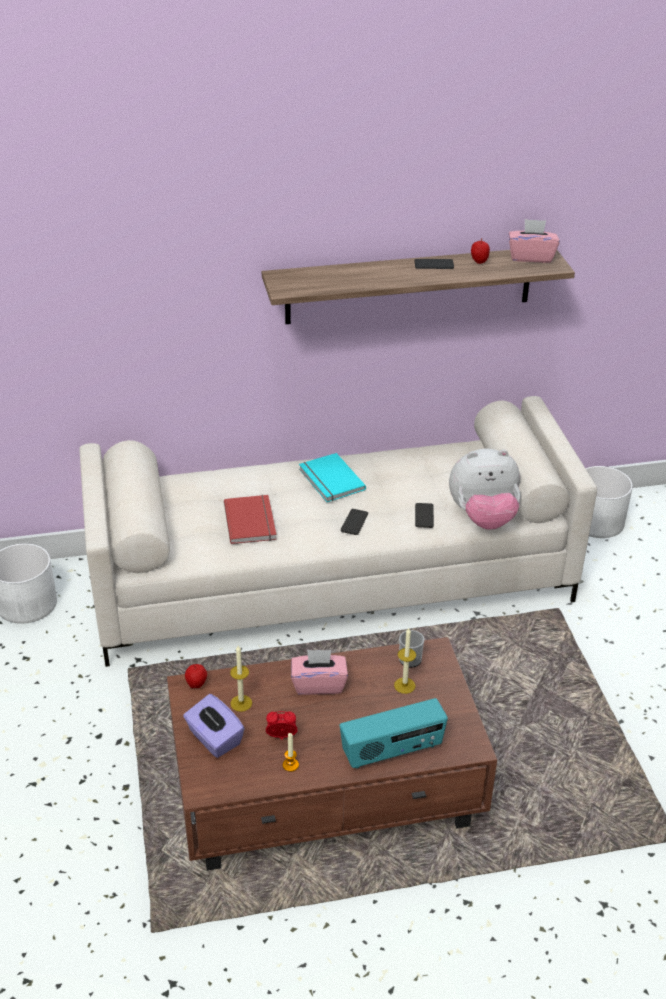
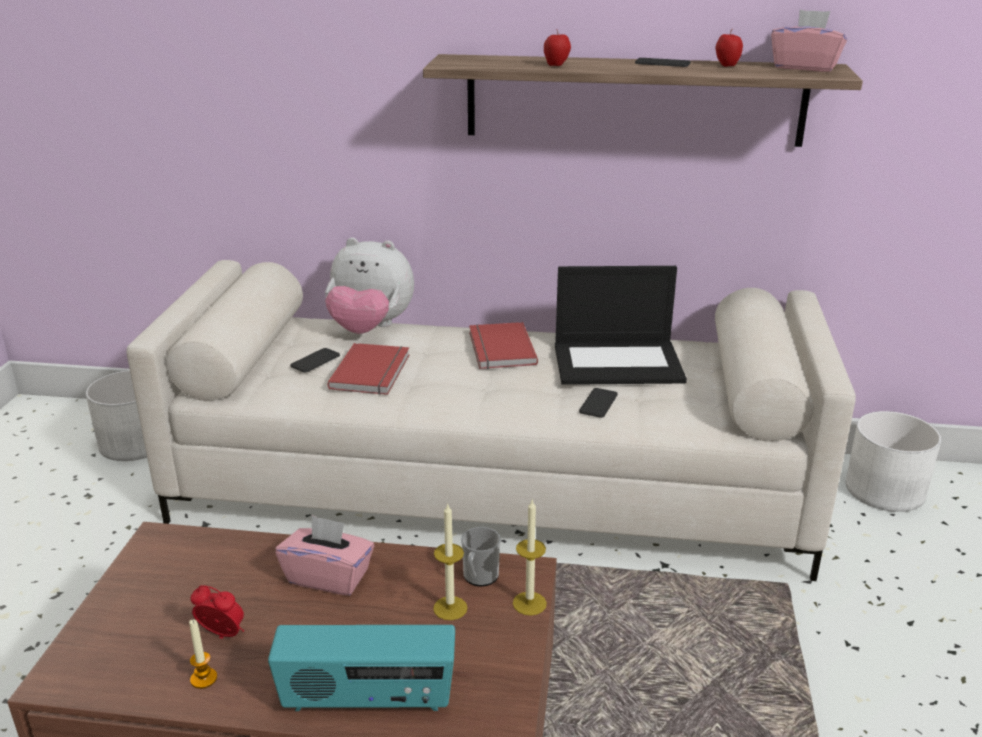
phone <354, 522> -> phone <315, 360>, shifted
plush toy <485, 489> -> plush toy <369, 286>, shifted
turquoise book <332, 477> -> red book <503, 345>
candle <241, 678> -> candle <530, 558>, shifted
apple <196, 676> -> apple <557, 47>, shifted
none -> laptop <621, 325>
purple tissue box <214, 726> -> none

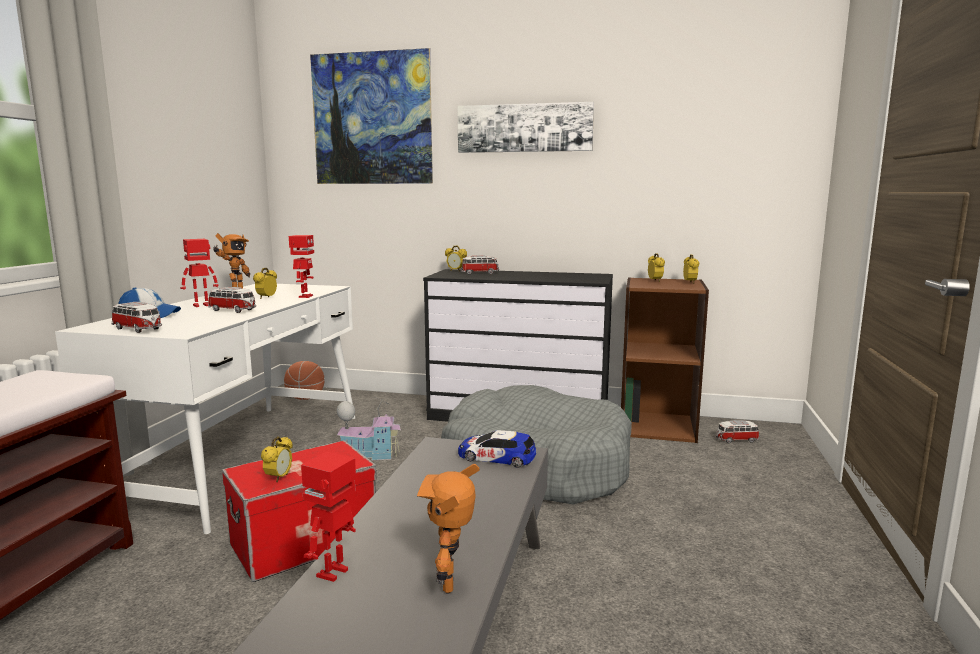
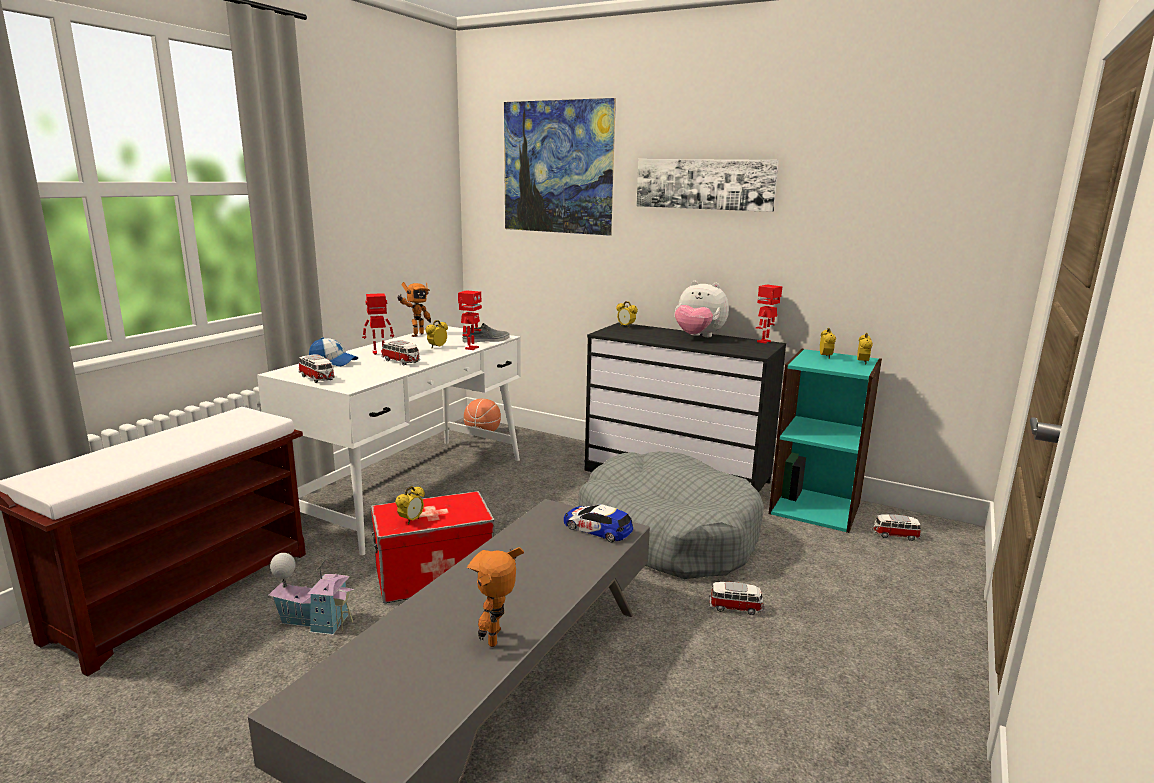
toy house <369, 428> -> toy house <311, 594>, shifted
none -> grey shoe <486, 333>
none -> plush toy <702, 309>
toy car <480, 265> -> toy car <736, 598>, shifted
toy robot <328, 516> -> toy robot <769, 314>, shifted
brown bookcase <665, 360> -> turquoise bookcase <825, 441>

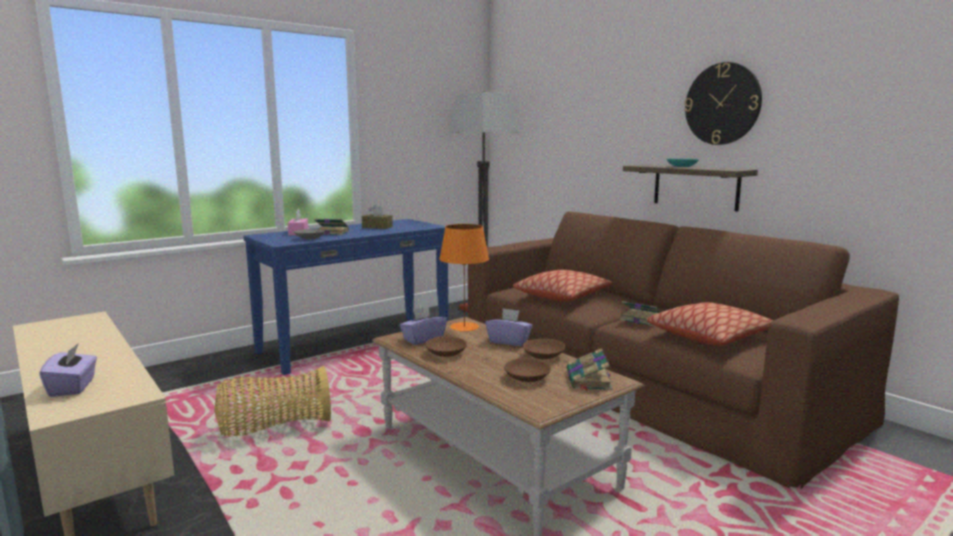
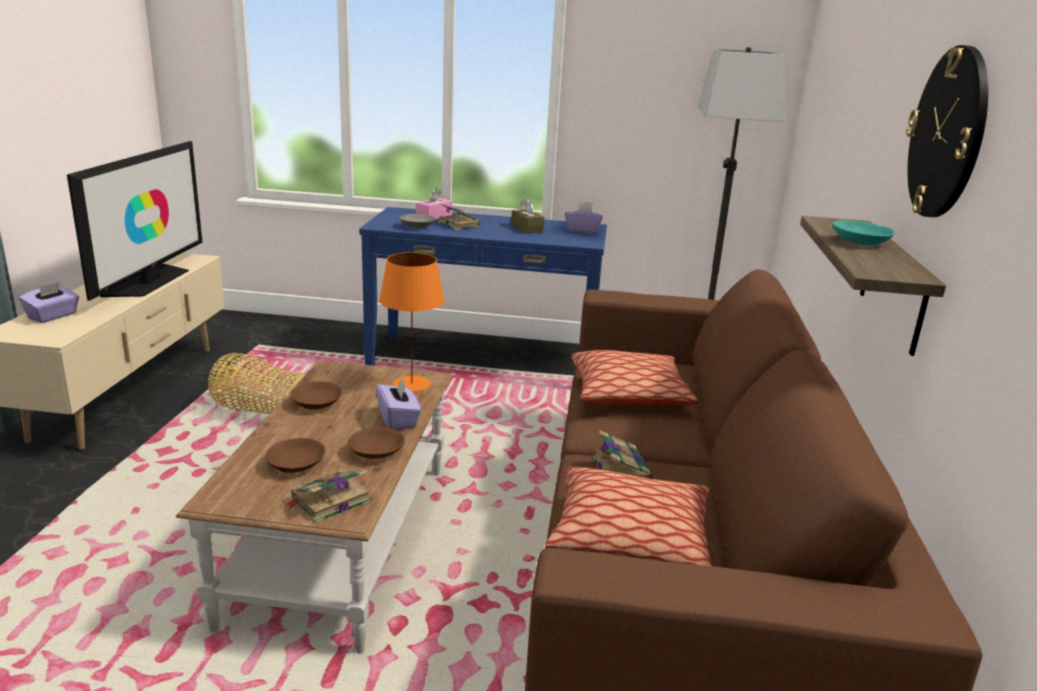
none -> television <134, 221>
purple tissue box <423, 325> -> purple tissue box <584, 217>, shifted

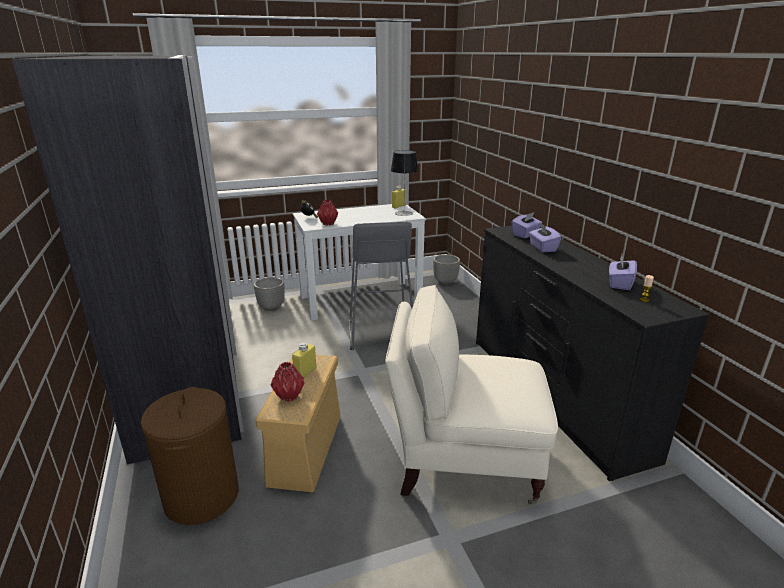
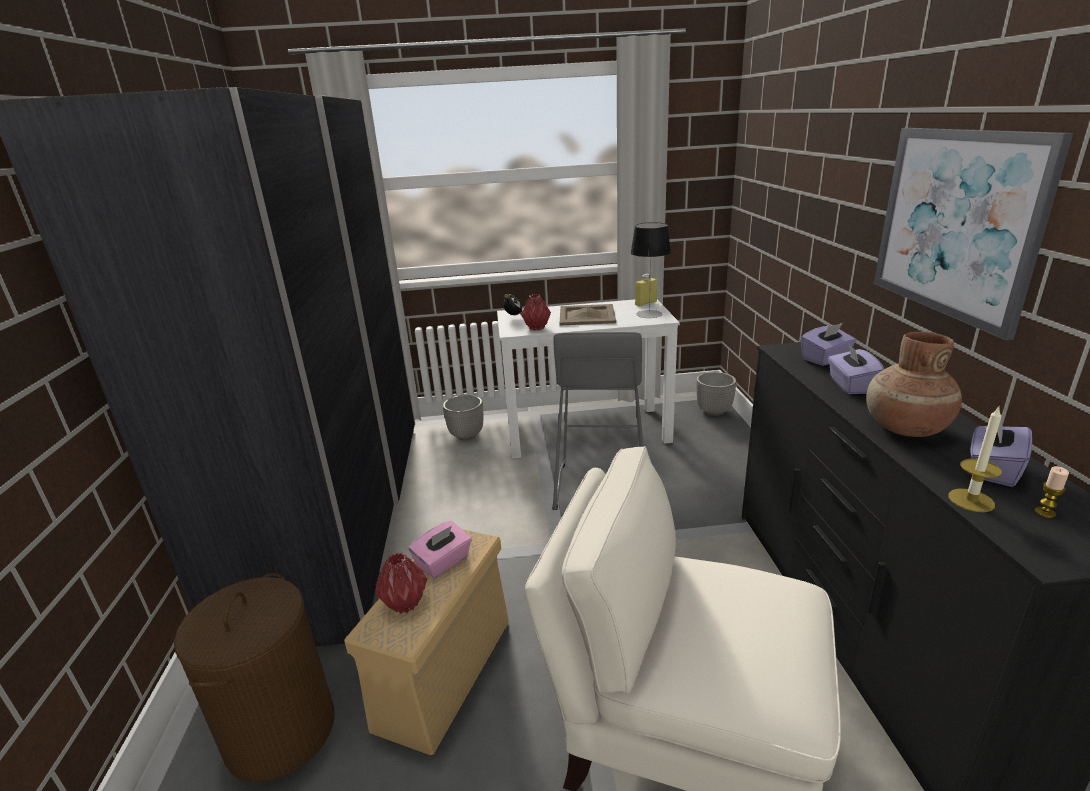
yellow bottle <304, 360> -> pink tissue box <440, 549>
none -> beige tray <588, 315>
none -> brown vase <914, 384>
none -> picture <973, 234>
none -> candle <975, 458>

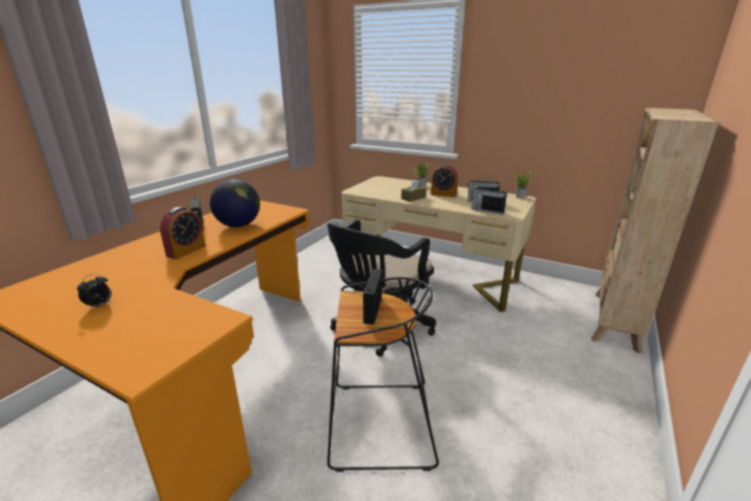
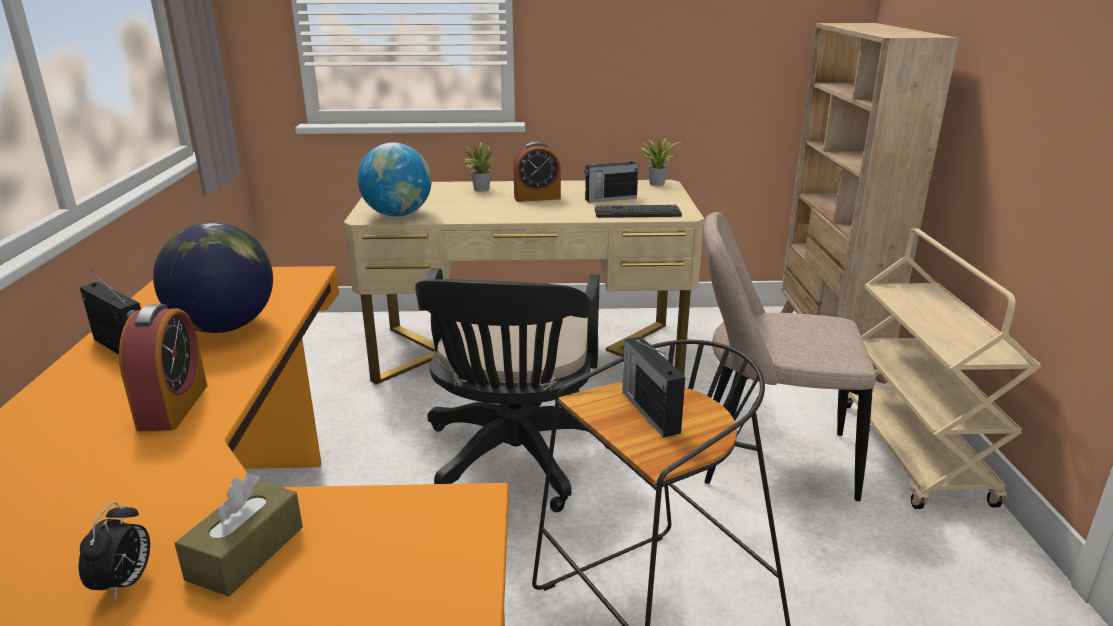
brown tissue box <413, 190> -> brown tissue box <239, 535>, shifted
none -> globe <394, 180>
radio <489, 200> -> keyboard <638, 211>
none -> beige chair <790, 356>
none -> beige cart <944, 368>

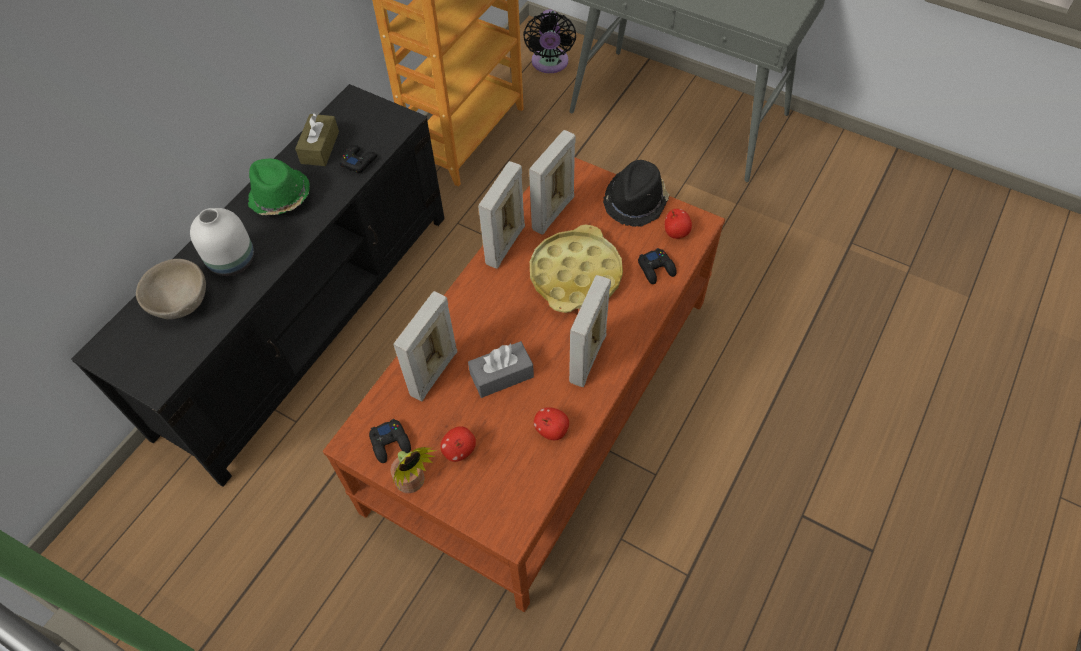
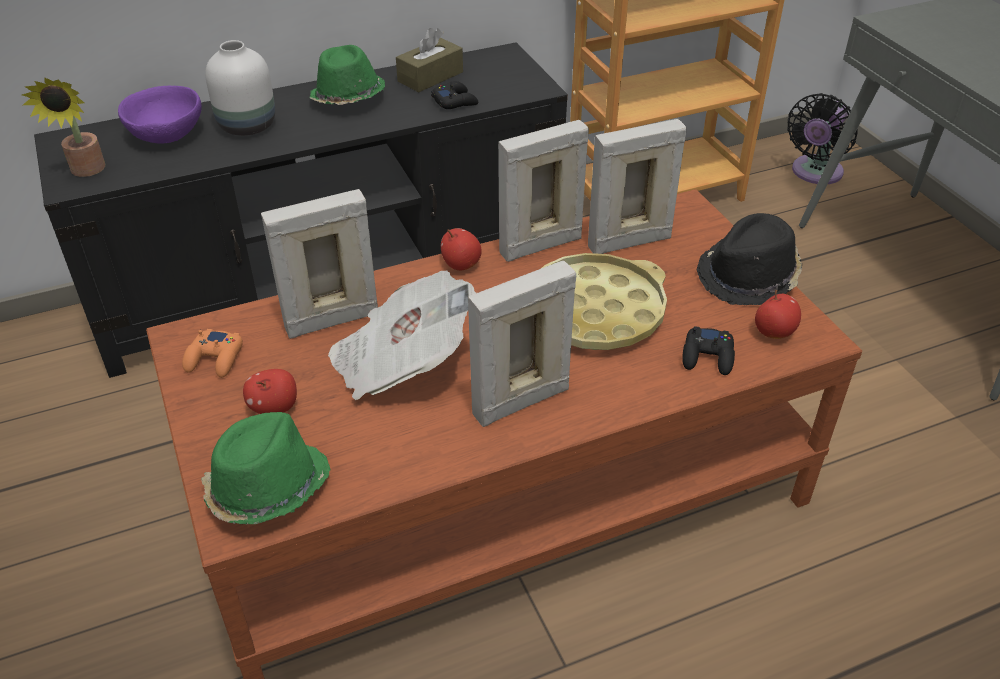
potted plant <413, 470> -> potted plant <63, 127>, shifted
beige bowl <171, 289> -> purple bowl <160, 114>
black game controller <390, 441> -> orange game controller <212, 353>
none -> green hat <265, 468>
grey tissue box <501, 369> -> newspaper <402, 335>
apple <551, 423> -> apple <461, 249>, shifted

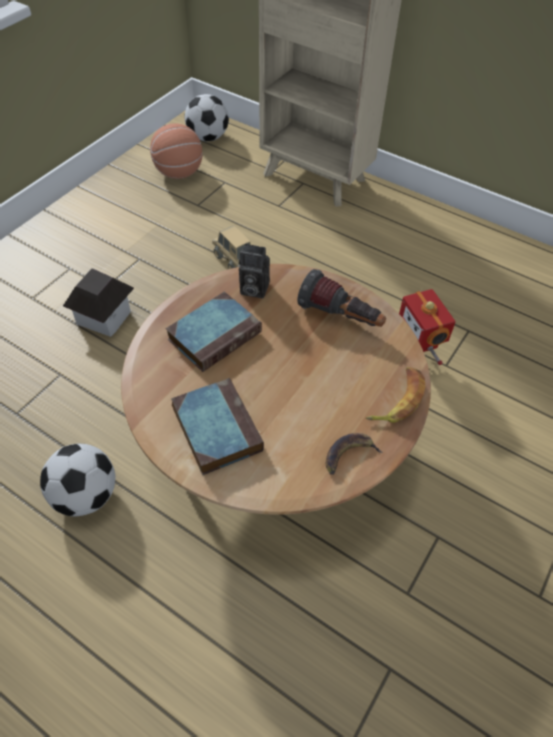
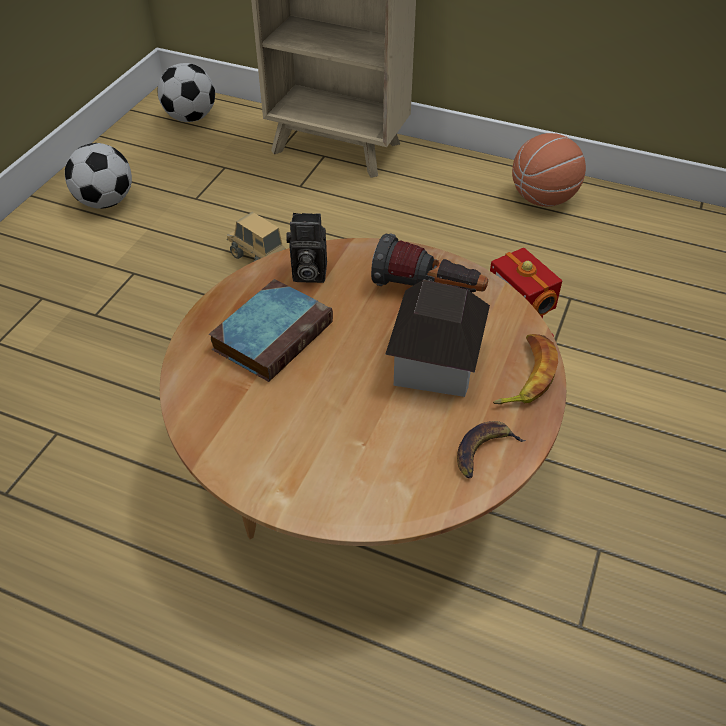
football <77, 479> -> football <98, 176>, shifted
toy house <98, 302> -> toy house <437, 338>, shifted
basketball <176, 151> -> basketball <549, 170>, shifted
book <217, 426> -> none

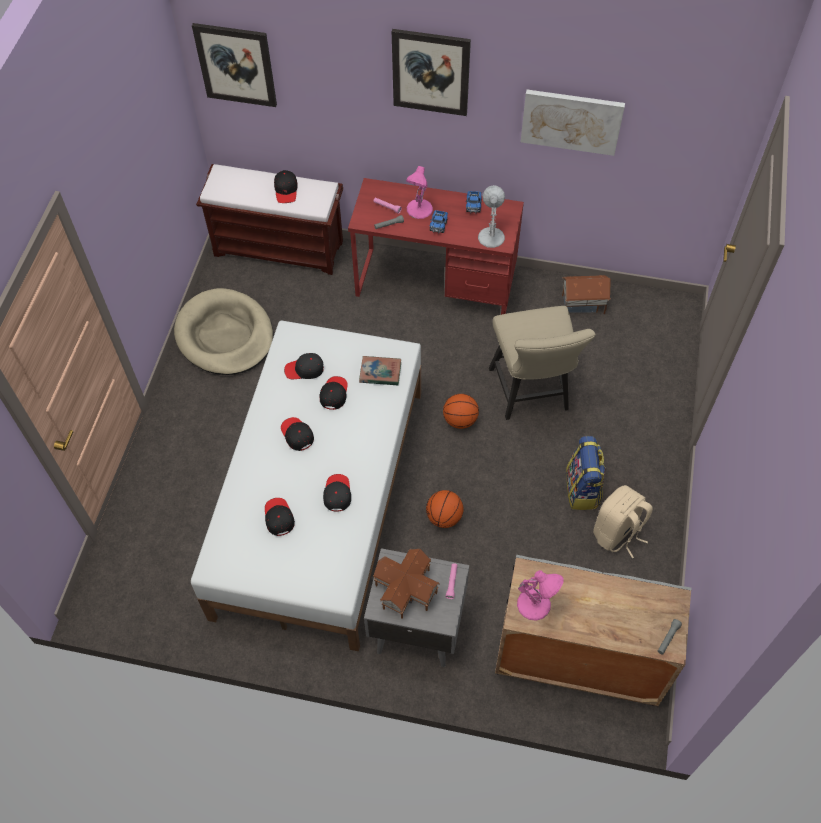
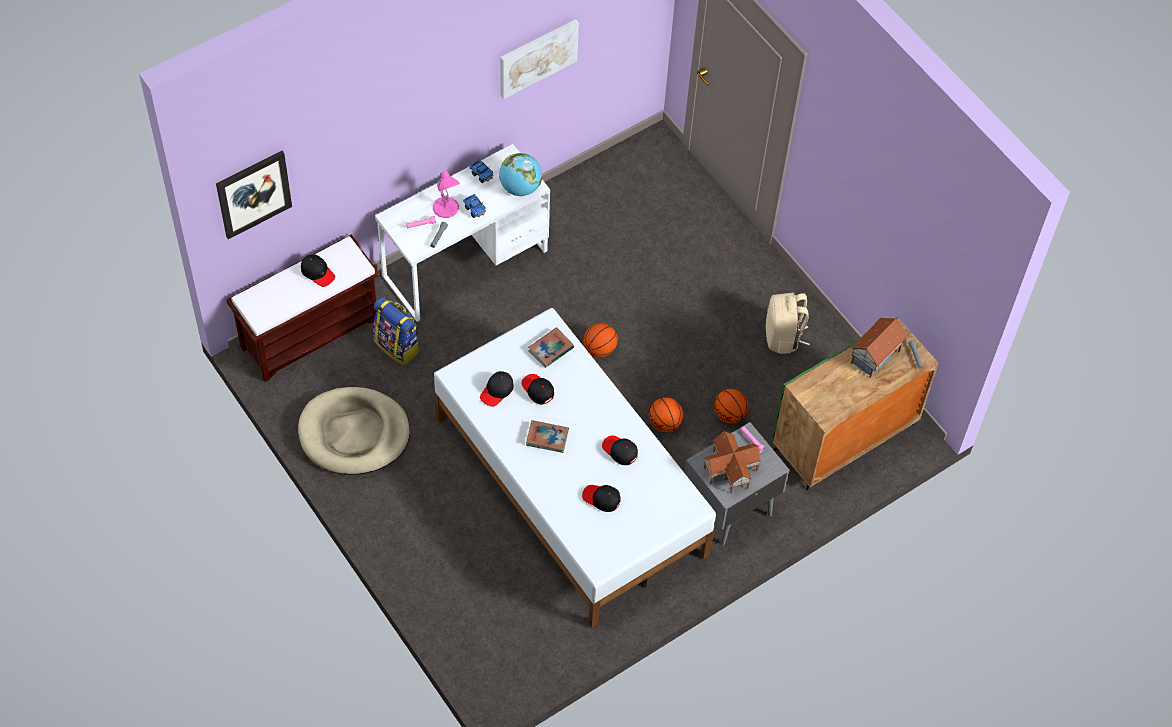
backpack <585, 473> -> backpack <396, 331>, shifted
red desk <436, 246> -> white desk <462, 233>
white table lamp <491, 216> -> globe <520, 174>
black cap <297, 434> -> book <547, 436>
none -> basketball <731, 406>
grey cabinet <593, 630> -> green cabinet <855, 403>
toy house <586, 294> -> toy house <879, 347>, shifted
picture <431, 72> -> none
beige chair <542, 363> -> none
pink table lamp <540, 595> -> none

